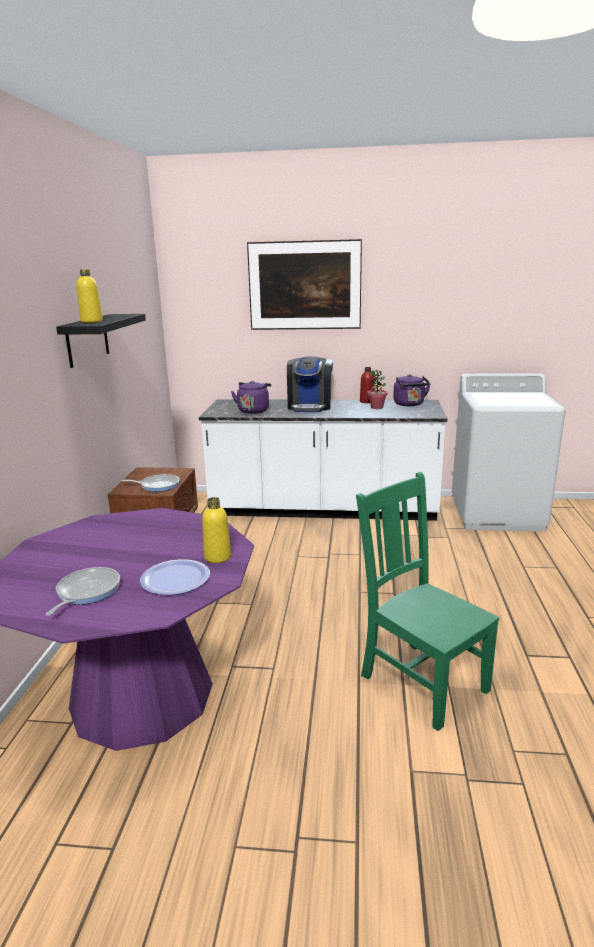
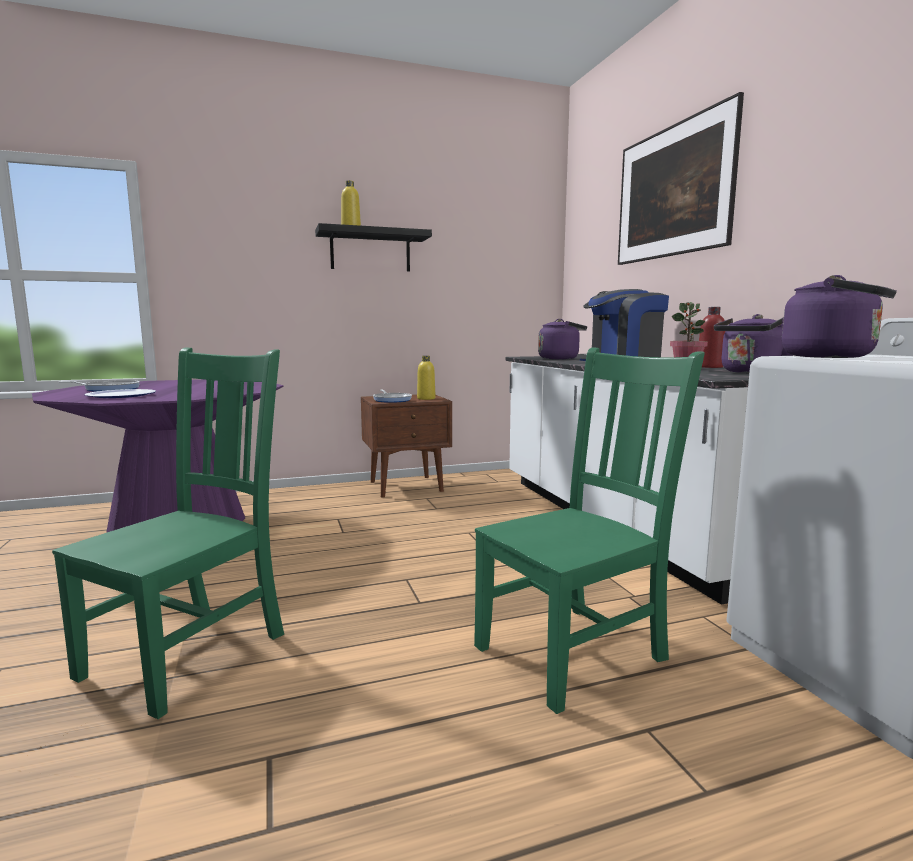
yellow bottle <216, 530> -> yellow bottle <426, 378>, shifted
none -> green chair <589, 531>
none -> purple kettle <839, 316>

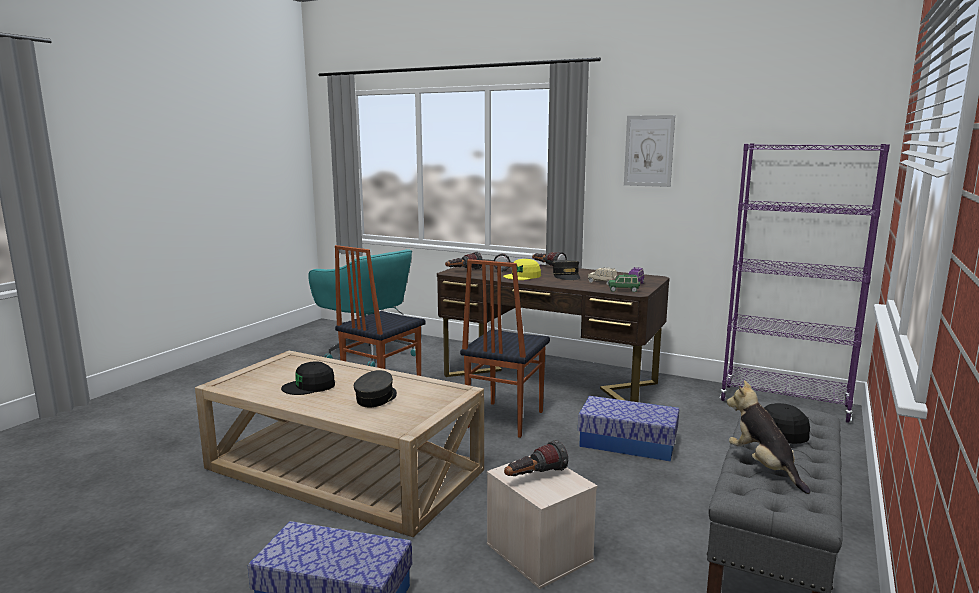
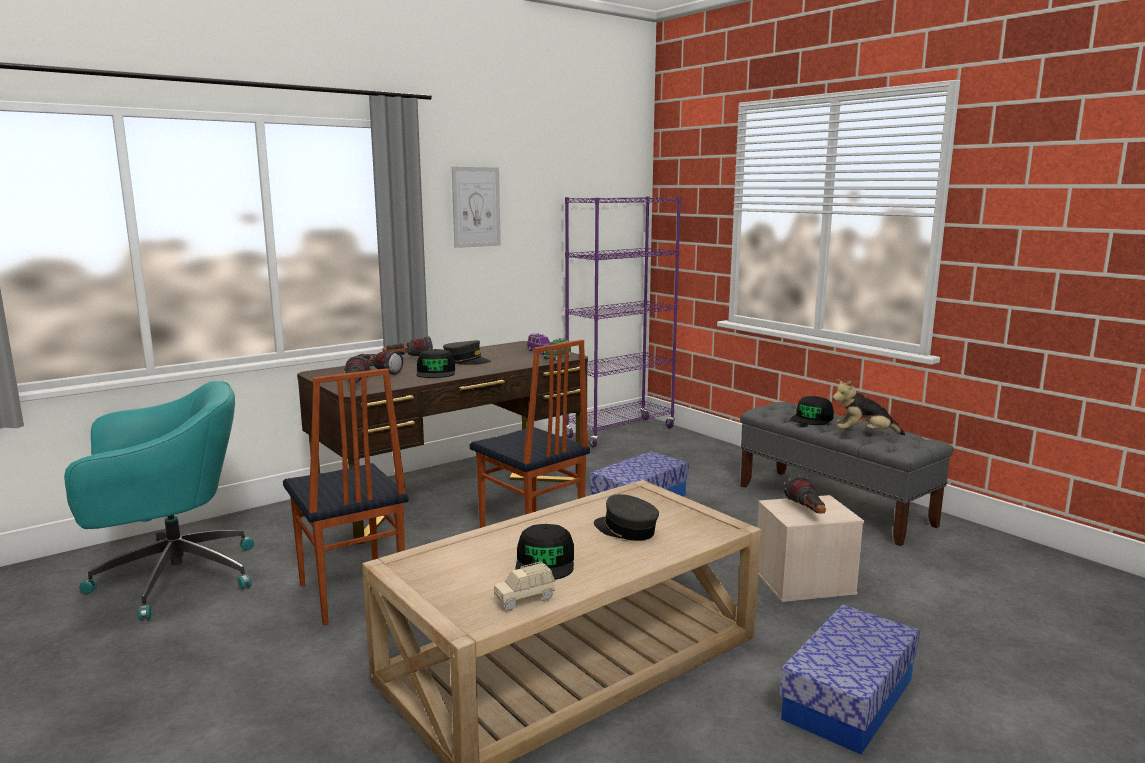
yellow cap <522, 269> -> black cap <435, 363>
beige toy car <602, 276> -> beige toy car <524, 586>, shifted

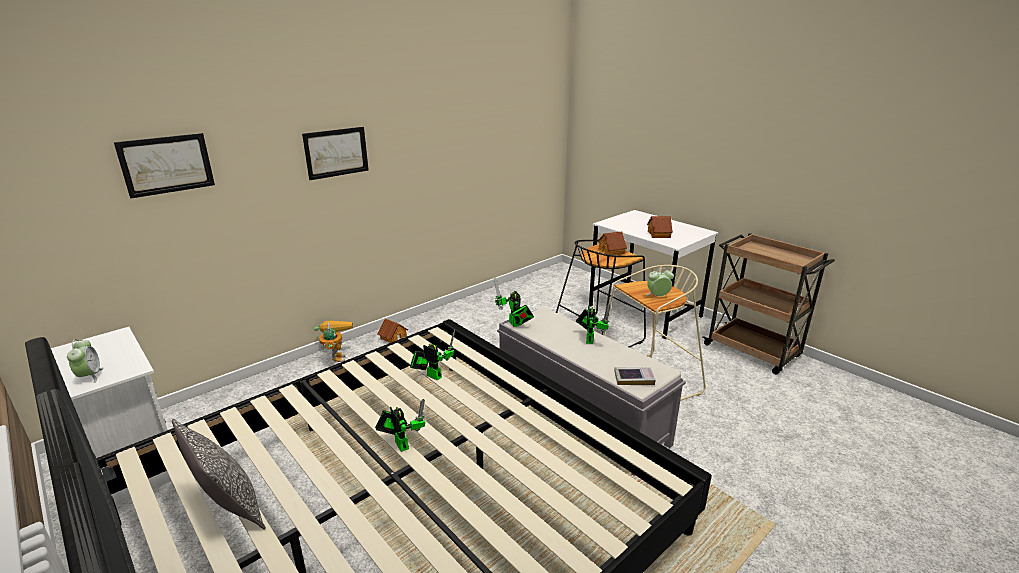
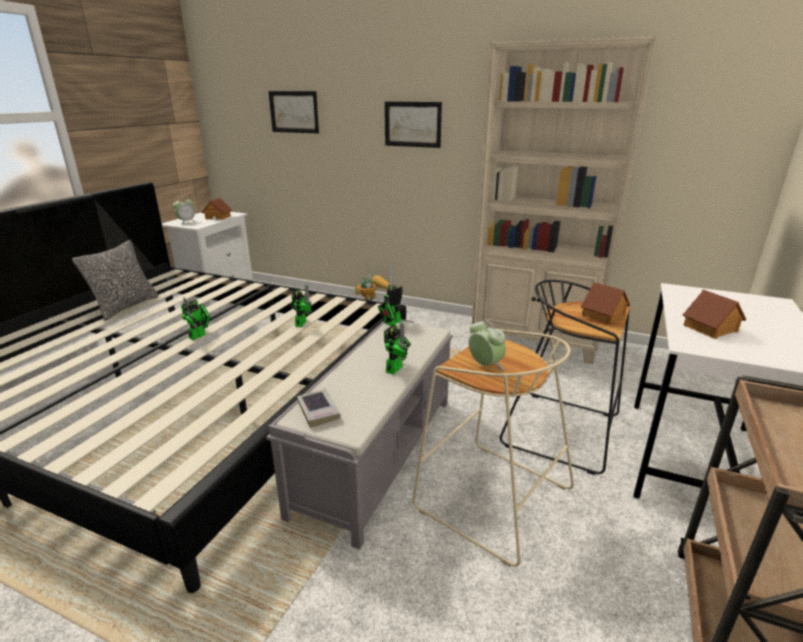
toy house <392, 331> -> toy house <217, 209>, shifted
toy robot <593, 324> -> toy robot <397, 349>, 45 degrees counterclockwise
none -> beige bookcase <564, 200>

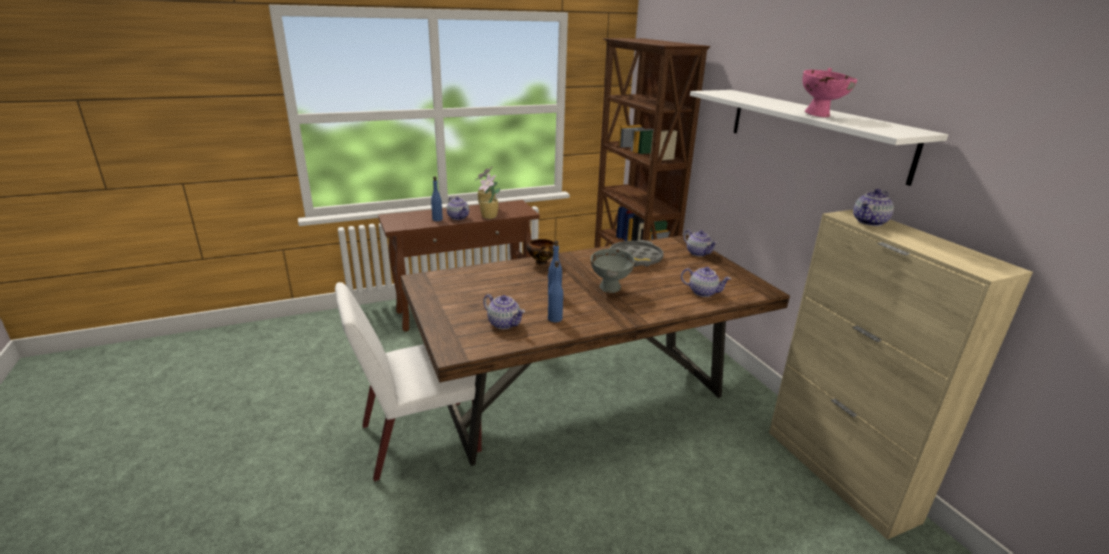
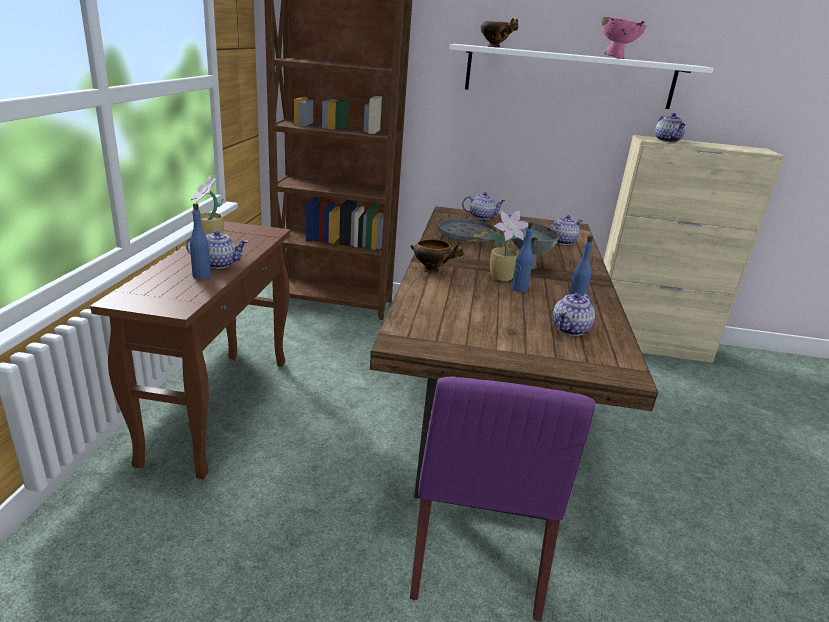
white chair <408, 381> -> purple chair <502, 499>
none -> bowl <499, 32>
potted plant <489, 196> -> potted plant <508, 246>, shifted
teapot <504, 311> -> teapot <574, 314>, 150 degrees clockwise

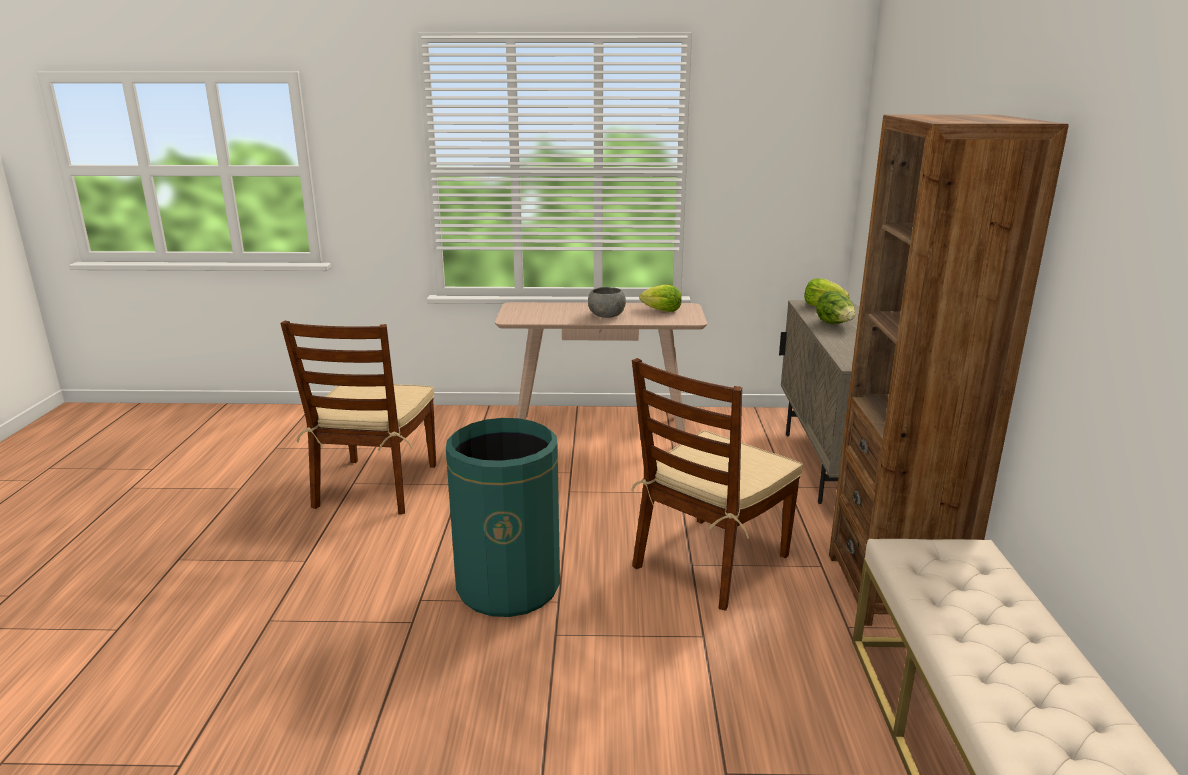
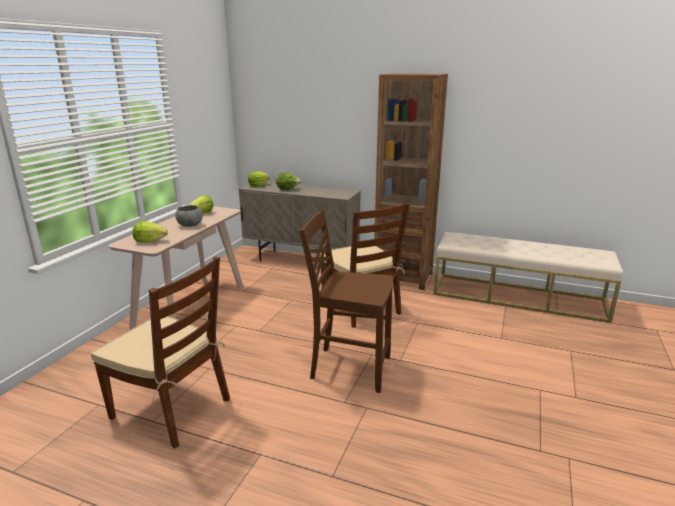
none -> lettuce <150, 232>
green trash can <503, 517> -> brown chair <346, 301>

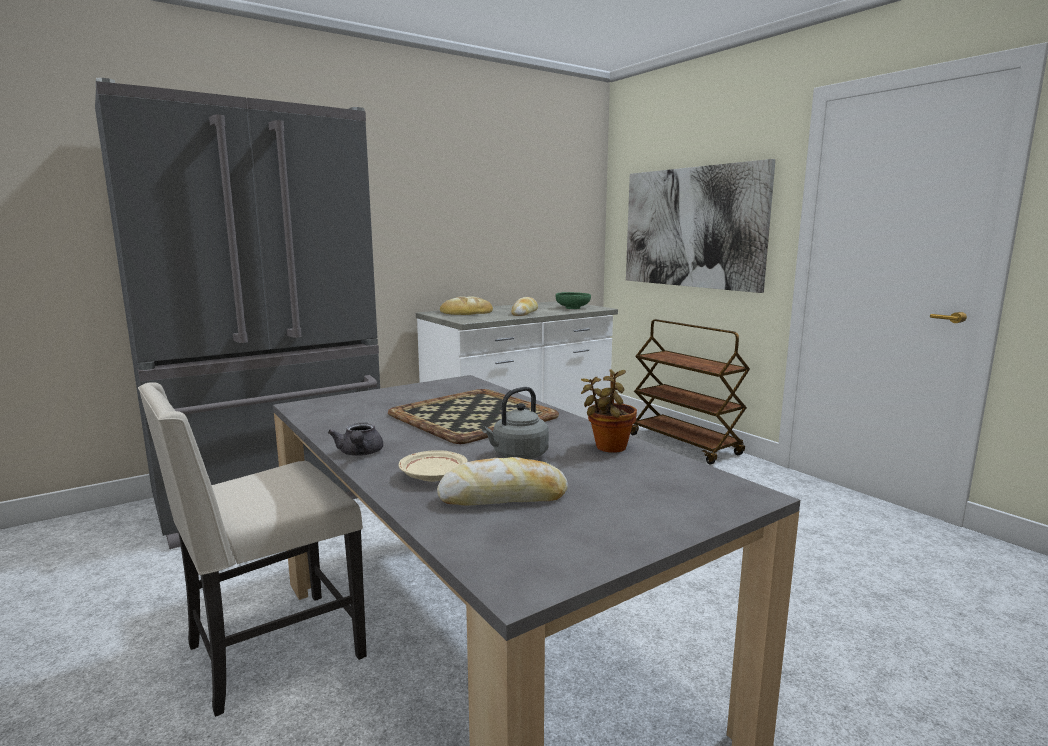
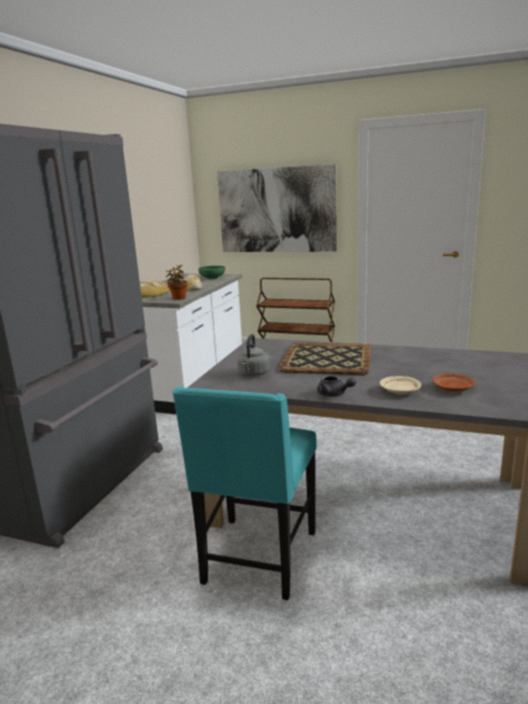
potted plant <609, 411> -> potted plant <176, 282>, shifted
beige chair <252, 549> -> turquoise chair <244, 493>
grey kettle <515, 423> -> grey kettle <253, 355>, shifted
bread <502, 481> -> brown plate <453, 382>

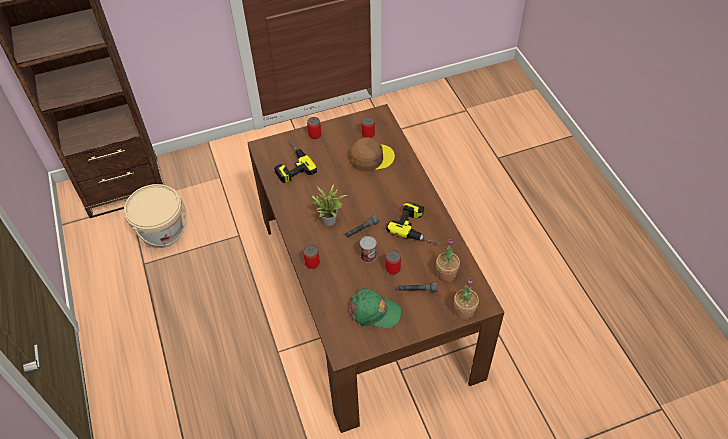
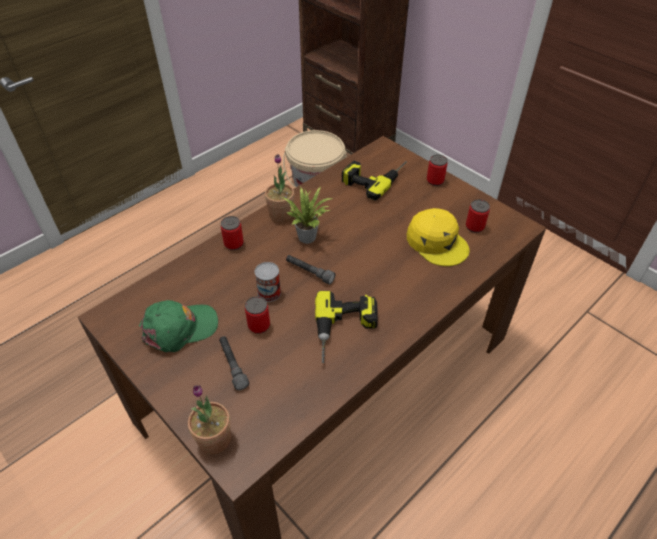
green cap <375, 308> -> green cap <178, 326>, 105 degrees counterclockwise
potted plant <448, 260> -> potted plant <279, 188>, shifted
brown cap <372, 154> -> yellow cap <438, 237>

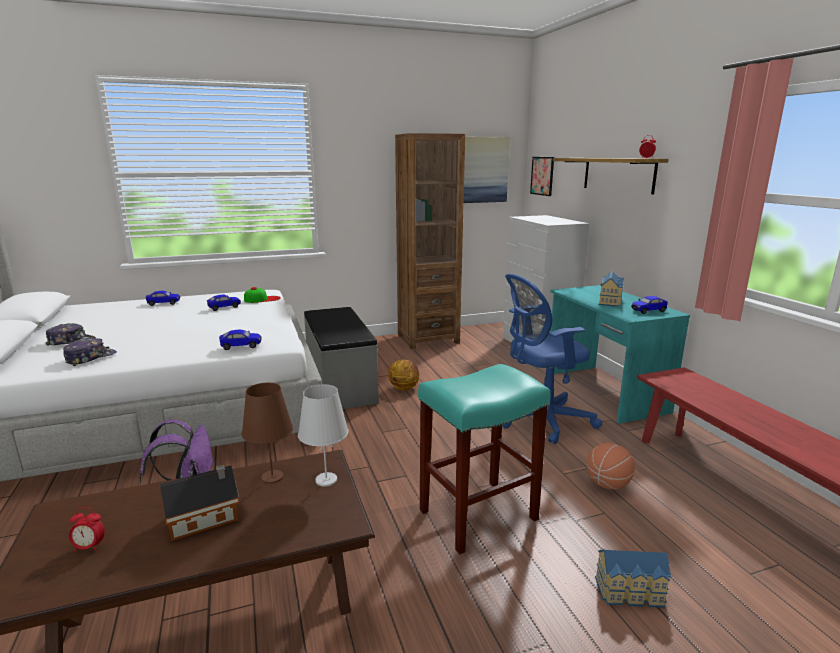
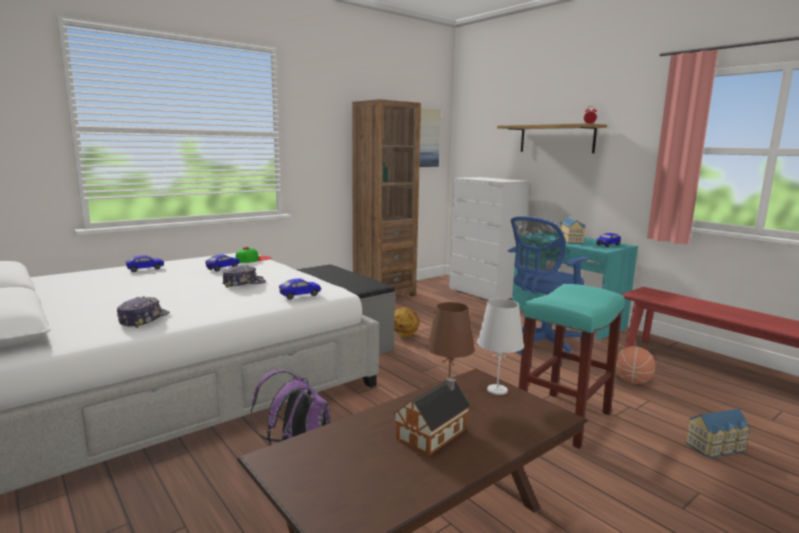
cap <70, 334> -> cap <244, 276>, shifted
alarm clock <87, 529> -> none
picture <542, 176> -> none

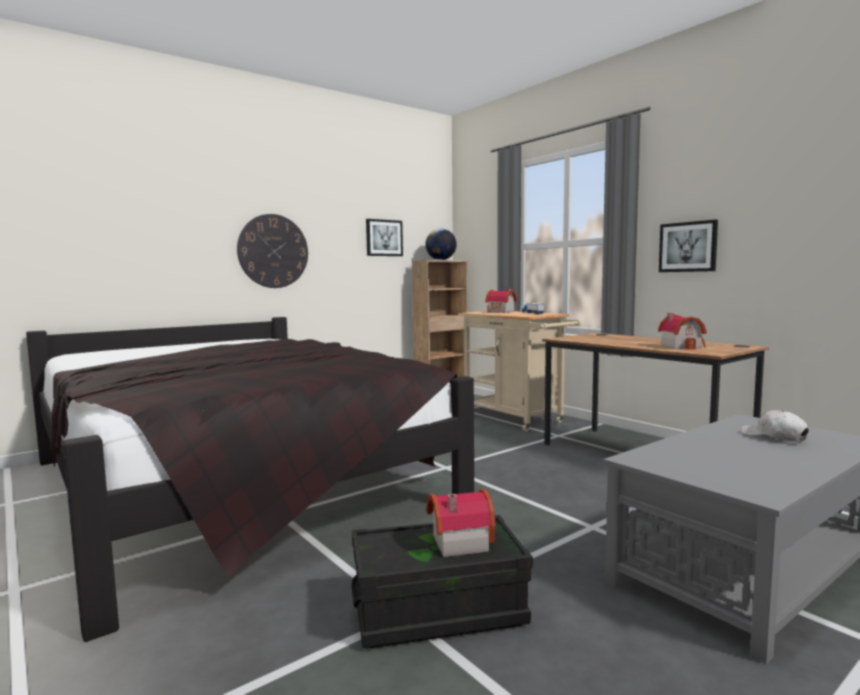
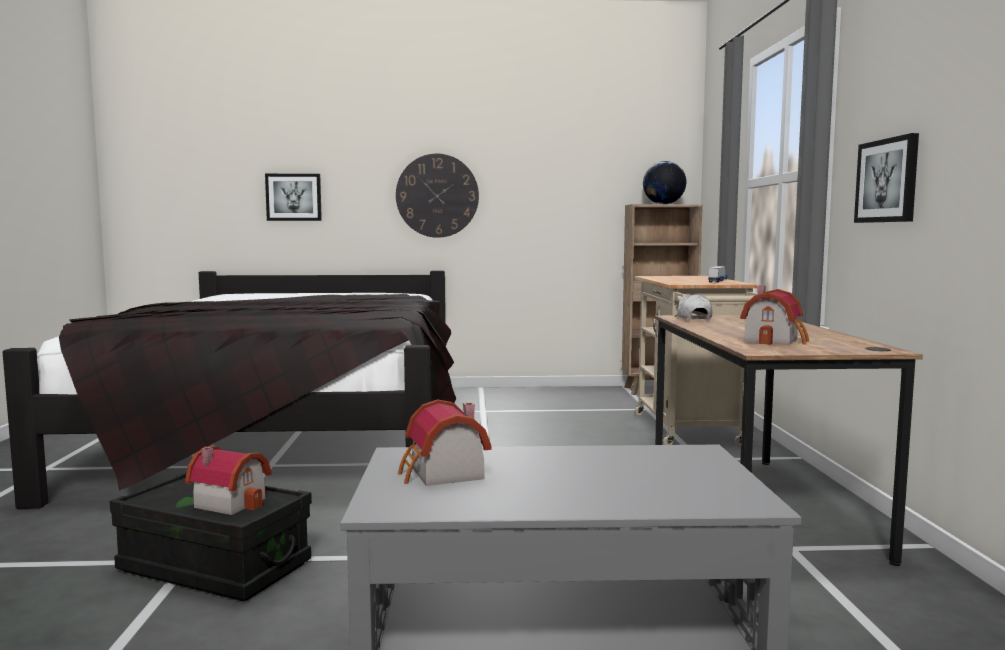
picture <384, 237> -> picture <293, 197>, shifted
toy house <501, 300> -> toy house <444, 442>, shifted
white cap <775, 426> -> white cap <693, 306>, shifted

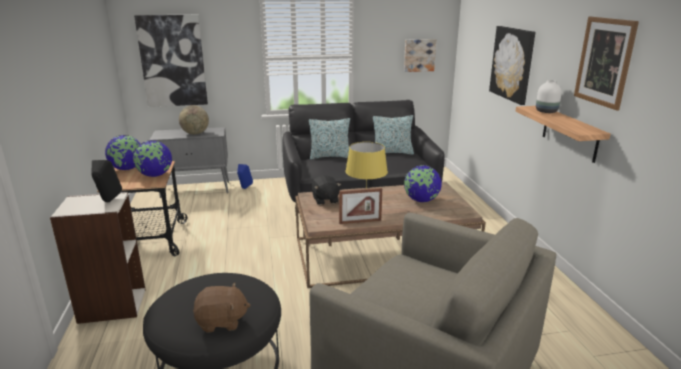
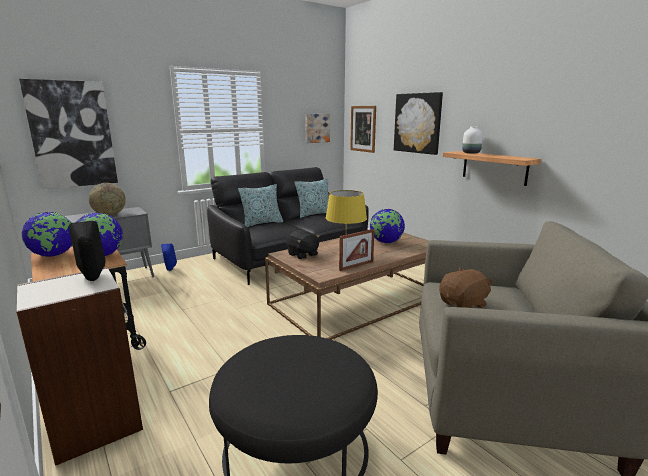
picture <606, 63> -> picture <363, 129>, shifted
brown plush toy <222, 308> -> brown plush toy <466, 288>, shifted

